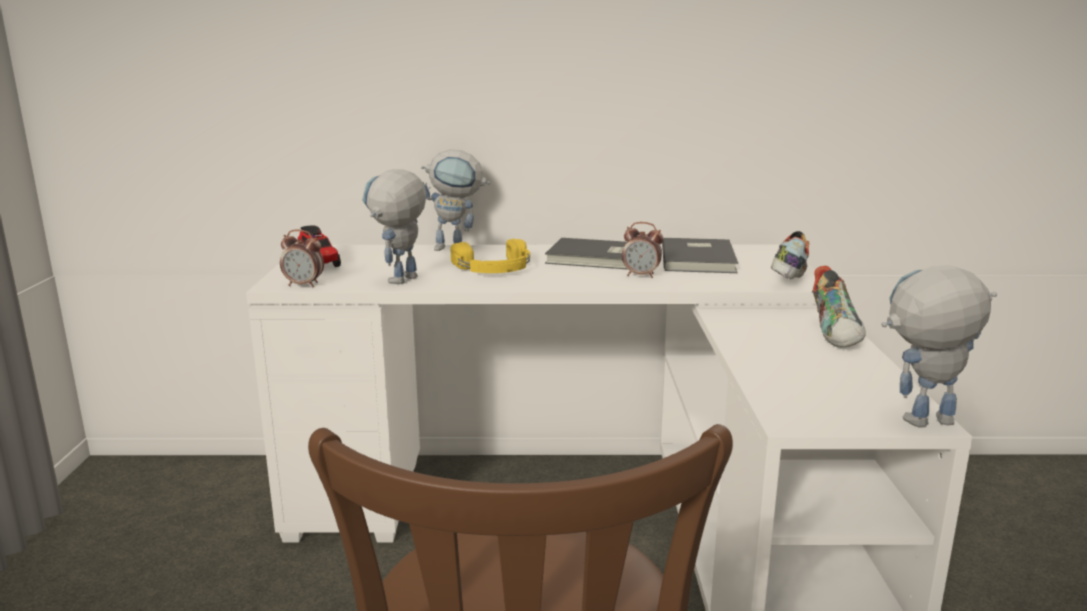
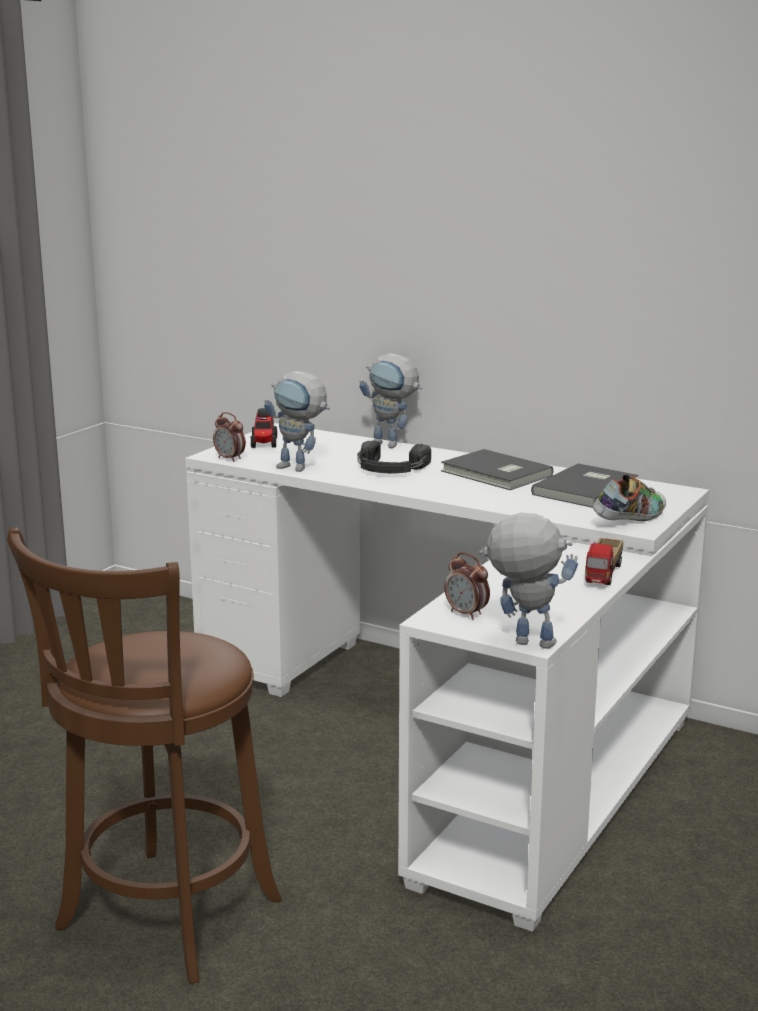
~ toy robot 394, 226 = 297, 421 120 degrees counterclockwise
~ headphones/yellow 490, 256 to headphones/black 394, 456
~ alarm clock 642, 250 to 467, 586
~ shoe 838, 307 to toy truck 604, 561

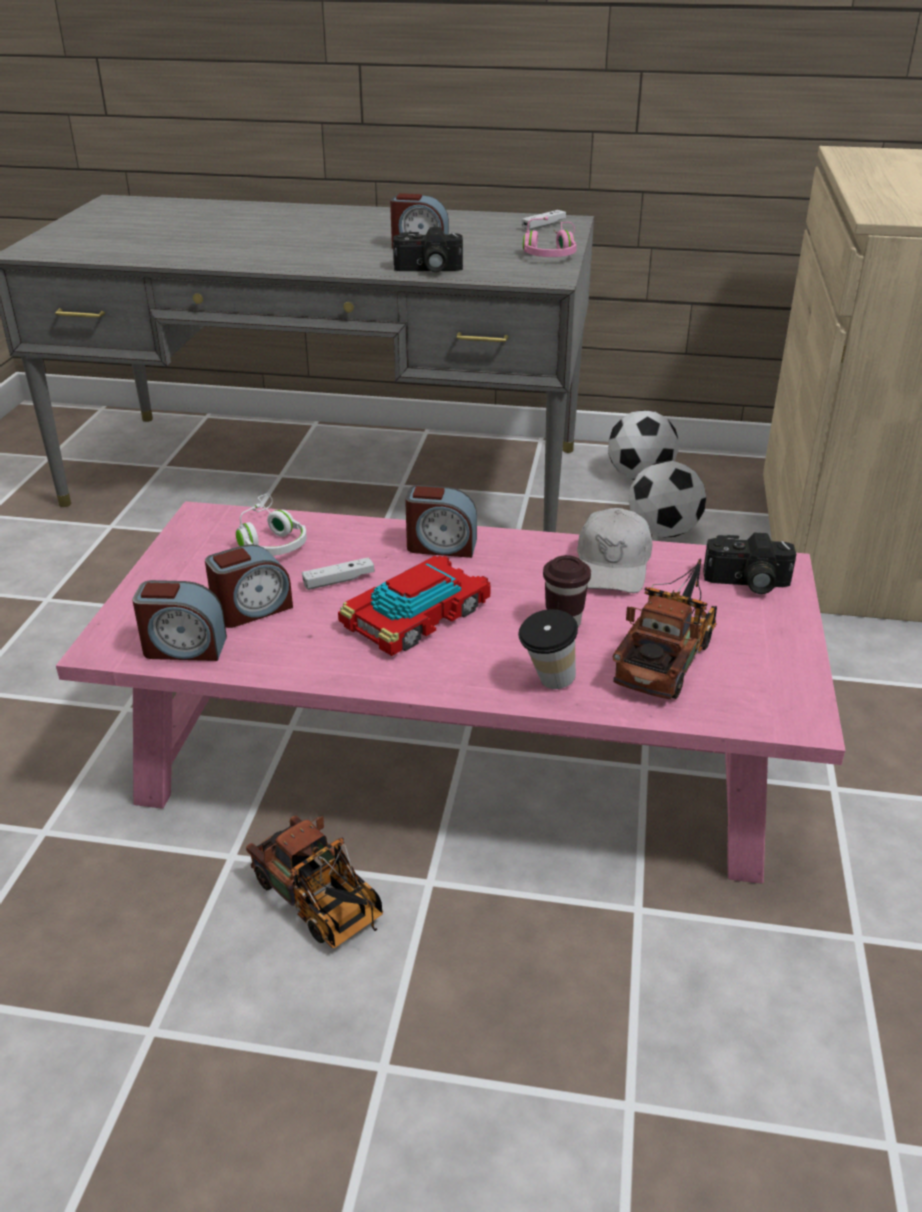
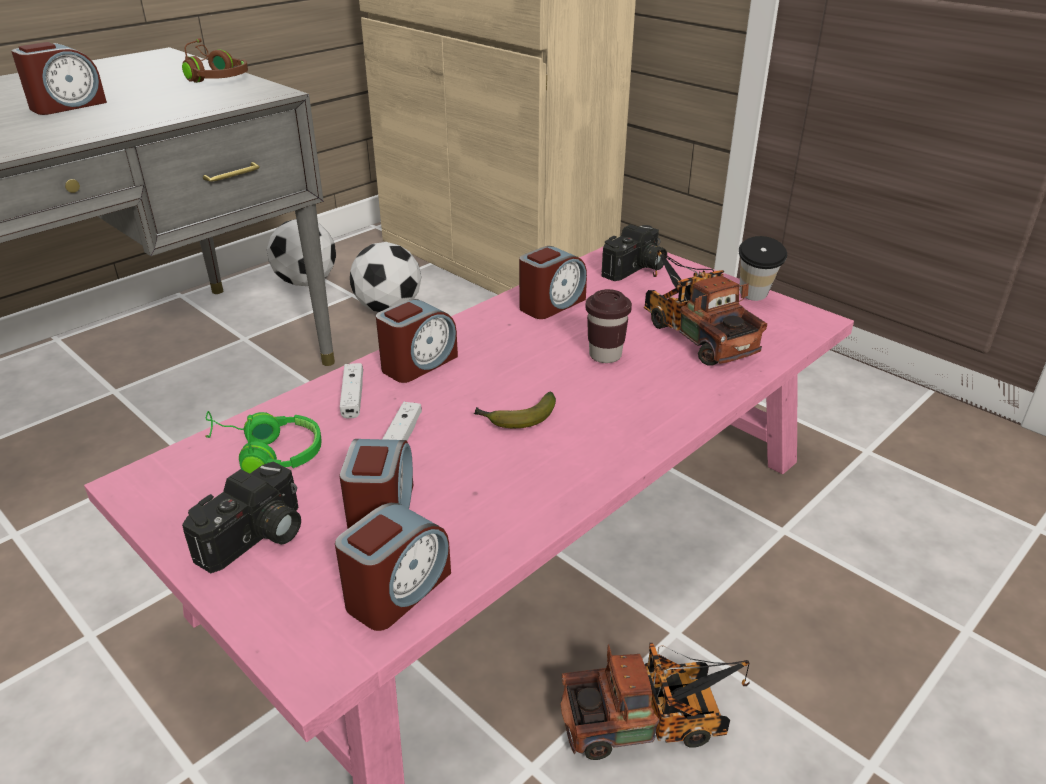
~ headphones/pink 550, 237 to headphones/brown 215, 60
~ photo camera 428, 250 to 241, 517
~ headphones/white 271, 525 to headphones/green 263, 442
~ game controller/white 544, 220 to 351, 390
~ toy car 414, 606 to banana 515, 410
~ cap/white 614, 550 to alarm clock 553, 282
~ cup 548, 649 to 763, 268

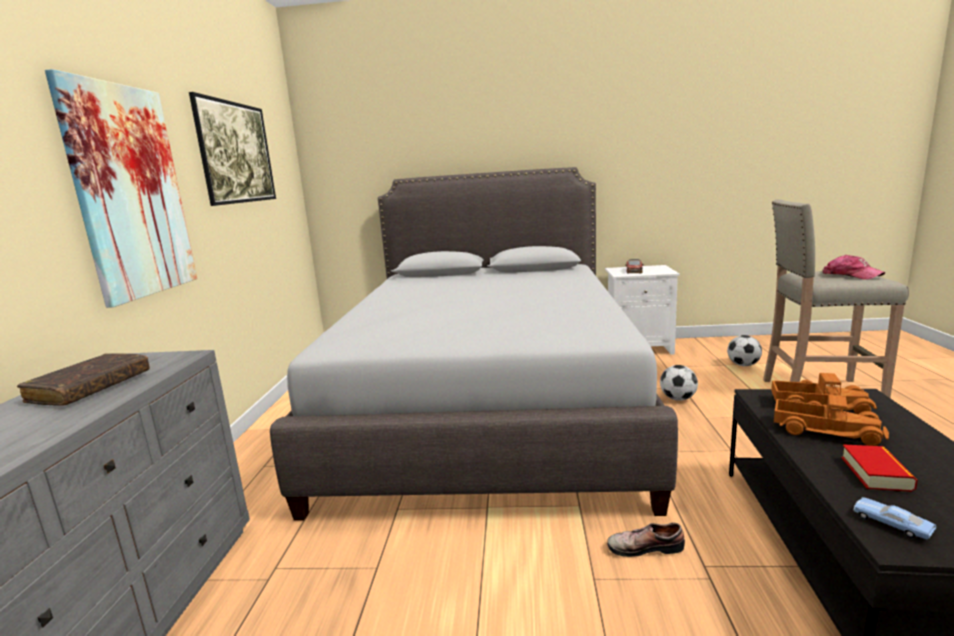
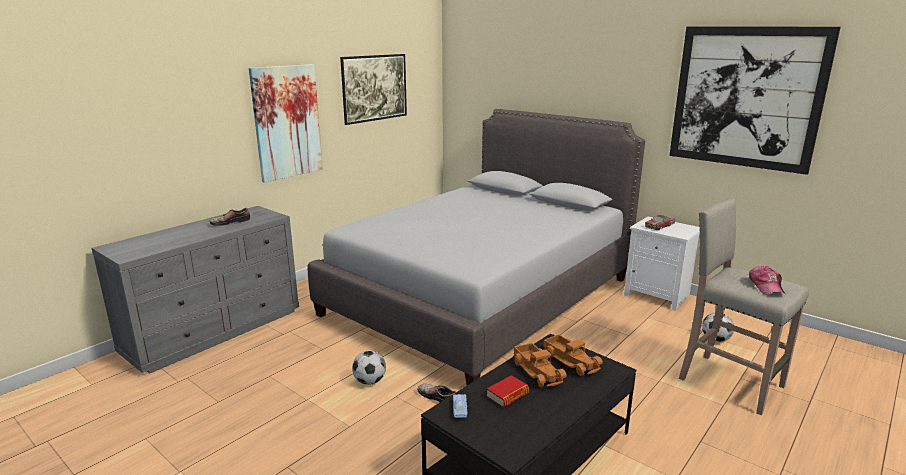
~ book/brown 83, 379 to shoe 230, 217
~ football 679, 383 to 369, 368
+ picture 755, 101

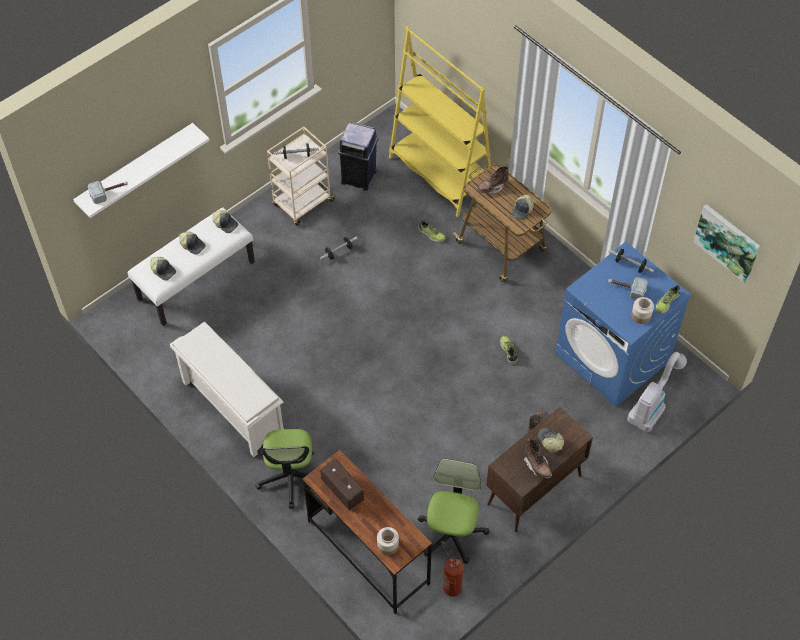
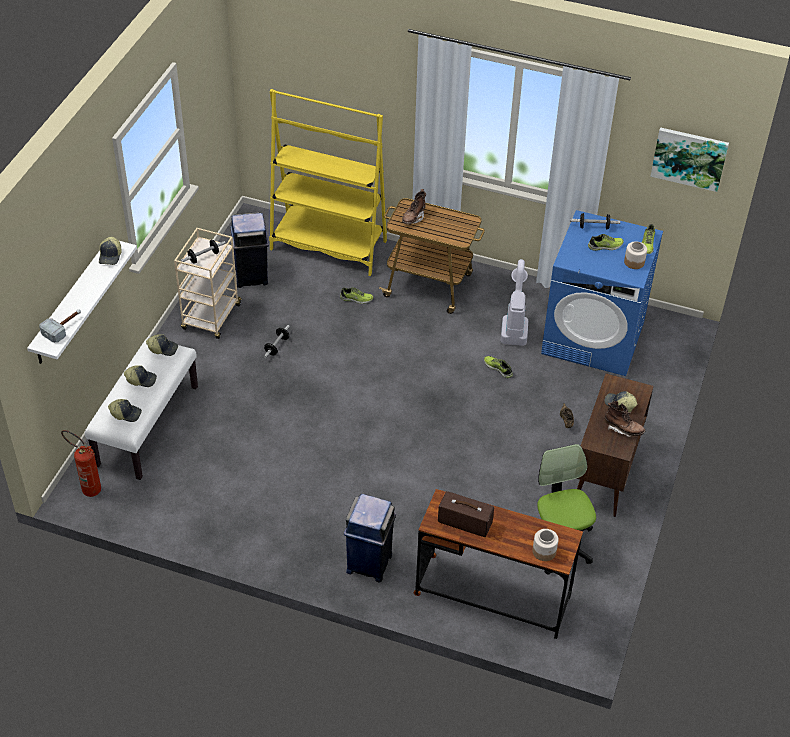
~ fire extinguisher 452, 569 to 81, 463
~ cap 522, 207 to 110, 251
~ office chair 284, 469 to trash can/blue 370, 538
~ vacuum cleaner 657, 392 to 514, 302
~ hammer 628, 288 to shoe 606, 242
- shoe rack/white 227, 389

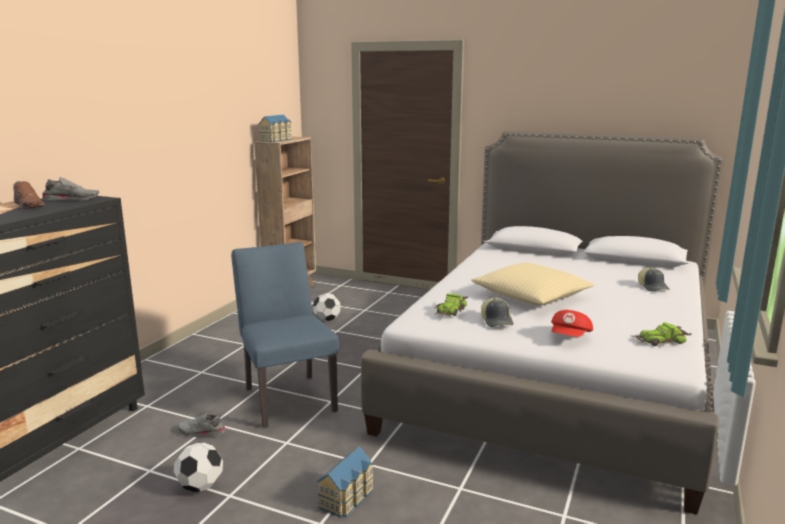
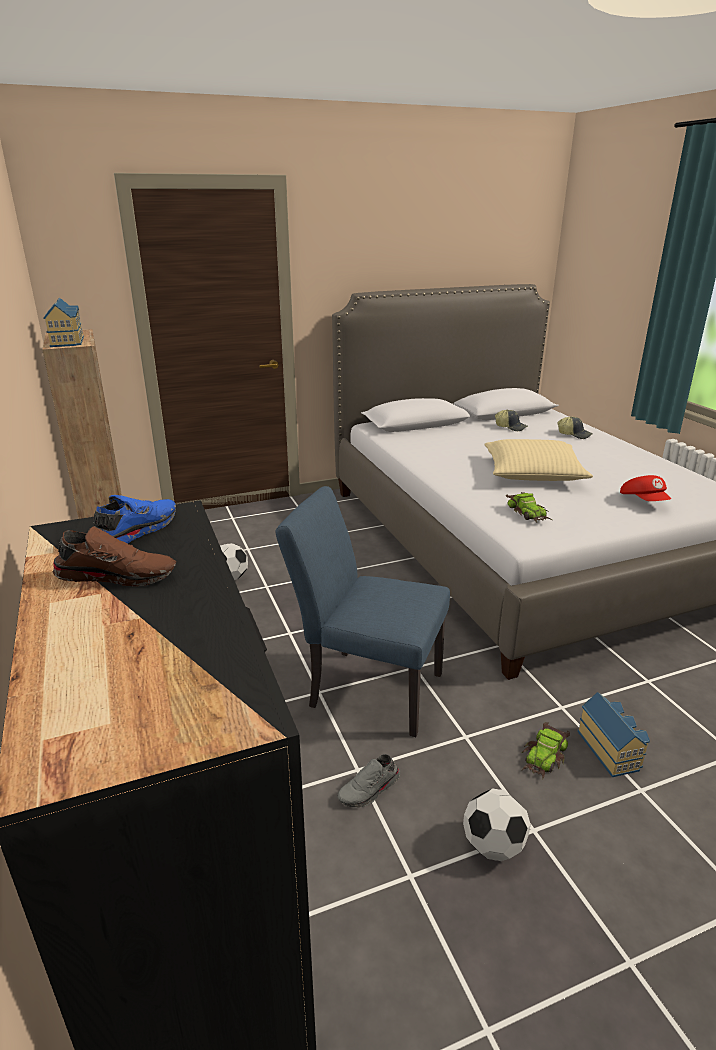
~ shoe/grey 70, 189 to shoe/blue 134, 519
~ cap 497, 312 to 511, 420
~ toy car 663, 334 to 546, 750

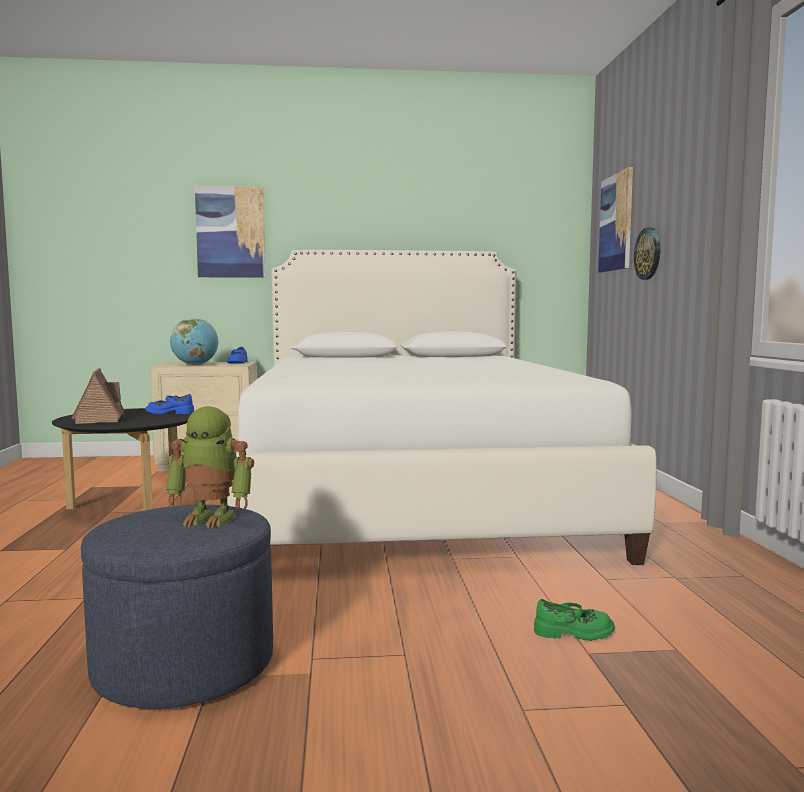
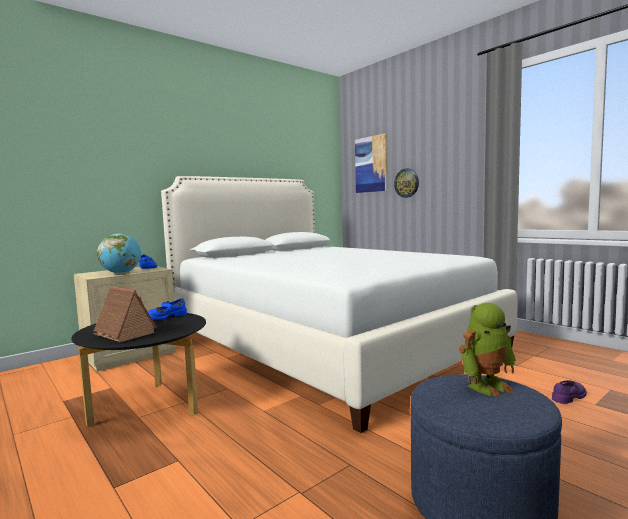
~ shoe/green 574, 620 to shoe/purple 569, 392
- picture 230, 232

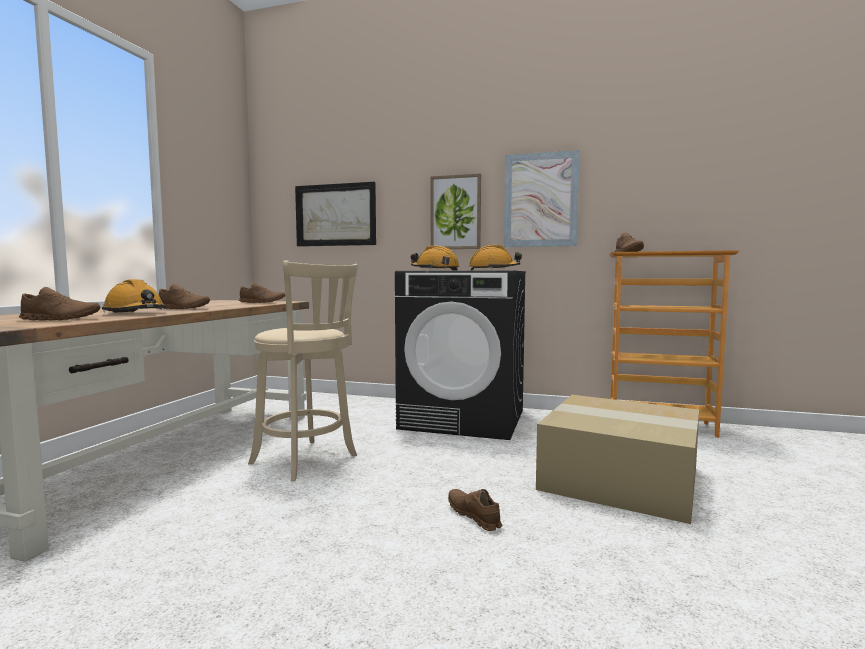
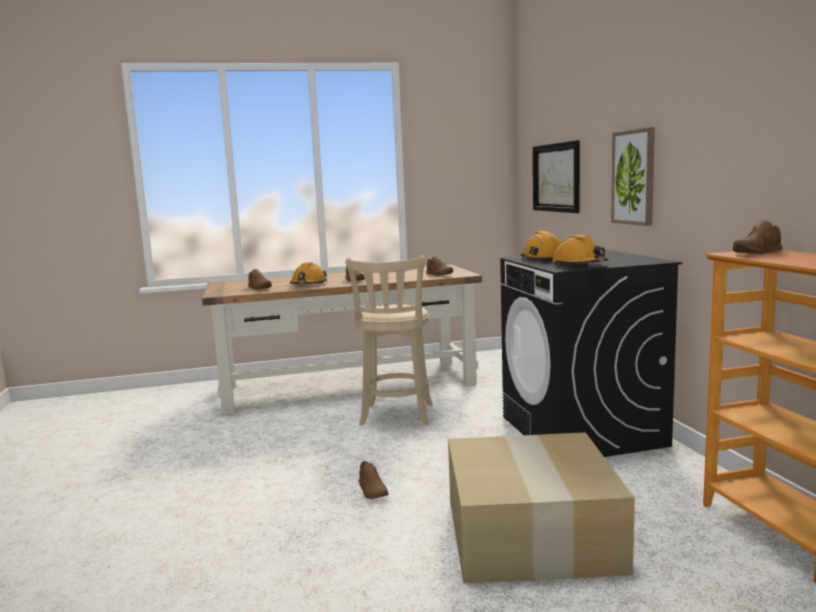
~ shoe/brown 475, 510 = 373, 480 135 degrees clockwise
- picture 542, 198

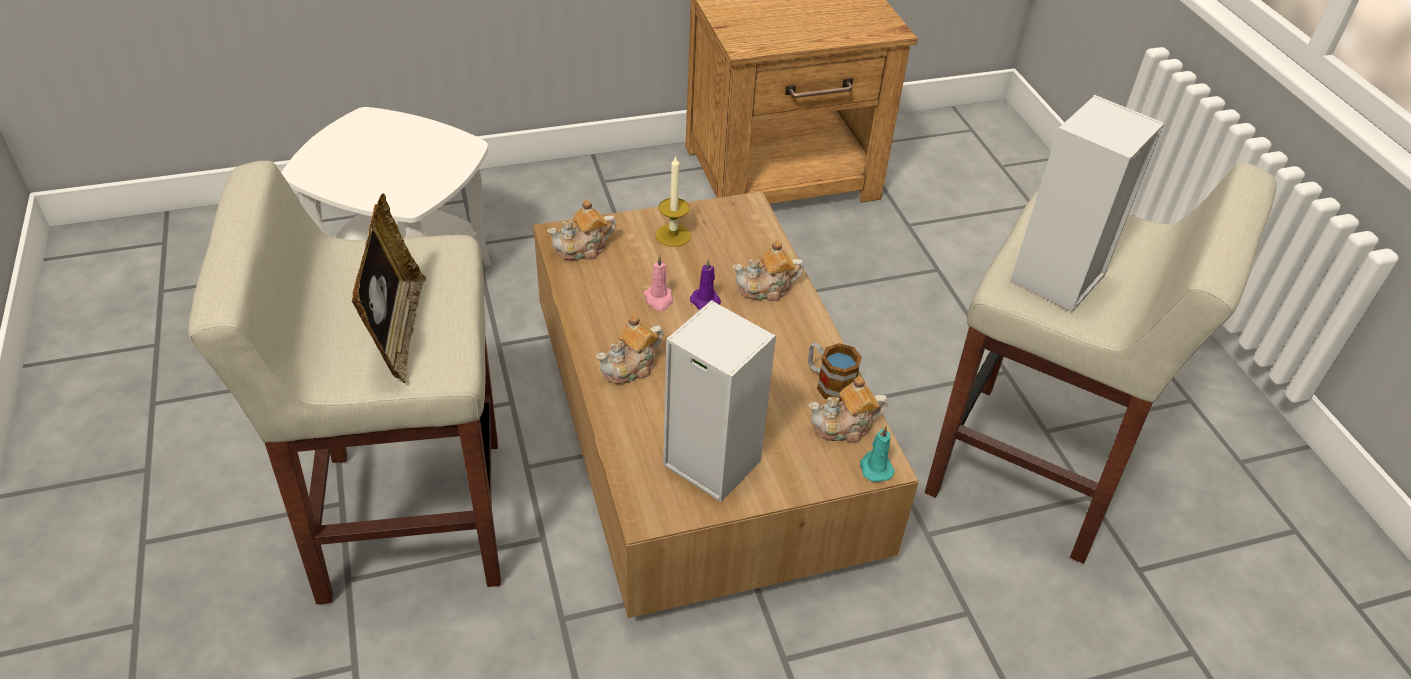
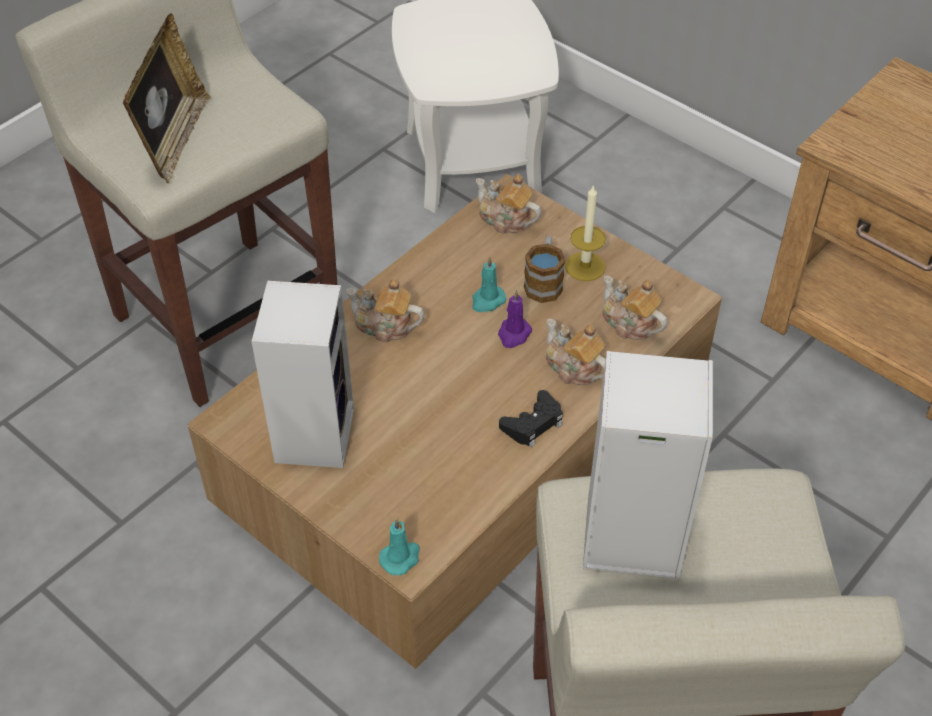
~ picture frame 389, 288 = 166, 98 45 degrees counterclockwise
~ candle/pink 658, 283 to candle/turquoise 489, 284
+ game controller/black 531, 418
~ mug 835, 373 to 544, 269
~ teapot 848, 409 to 635, 308

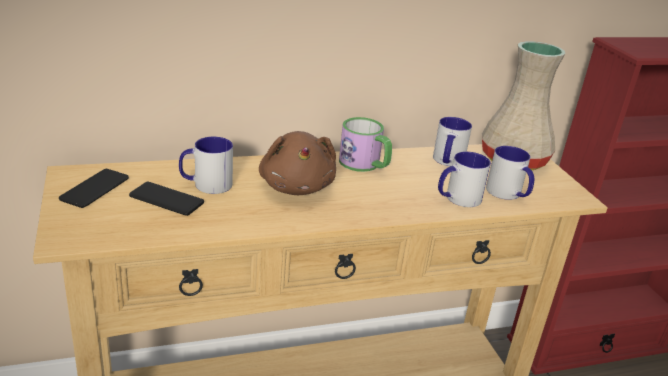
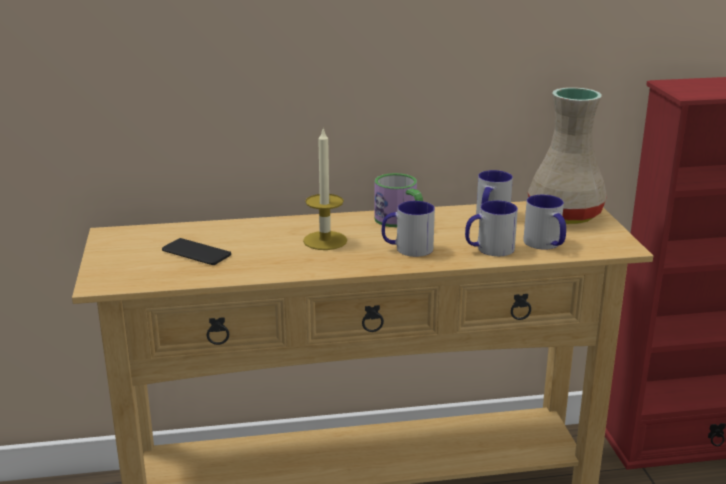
~ plush toy/brown 297, 163 to candle 325, 189
~ mug 206, 165 to 408, 229
- phone 94, 188

